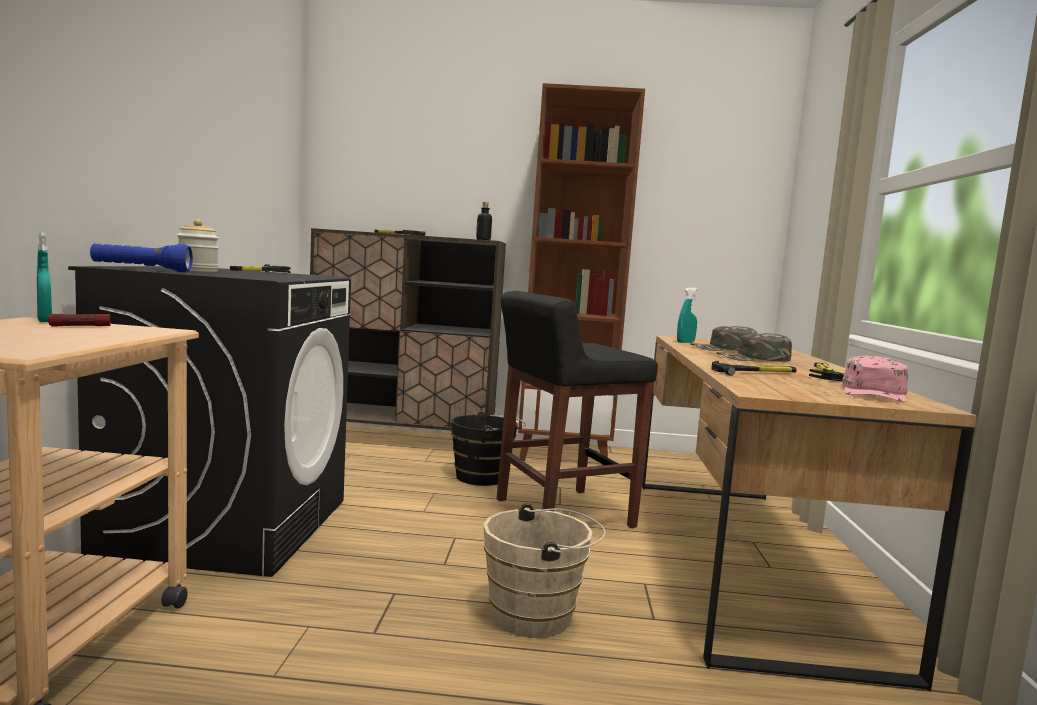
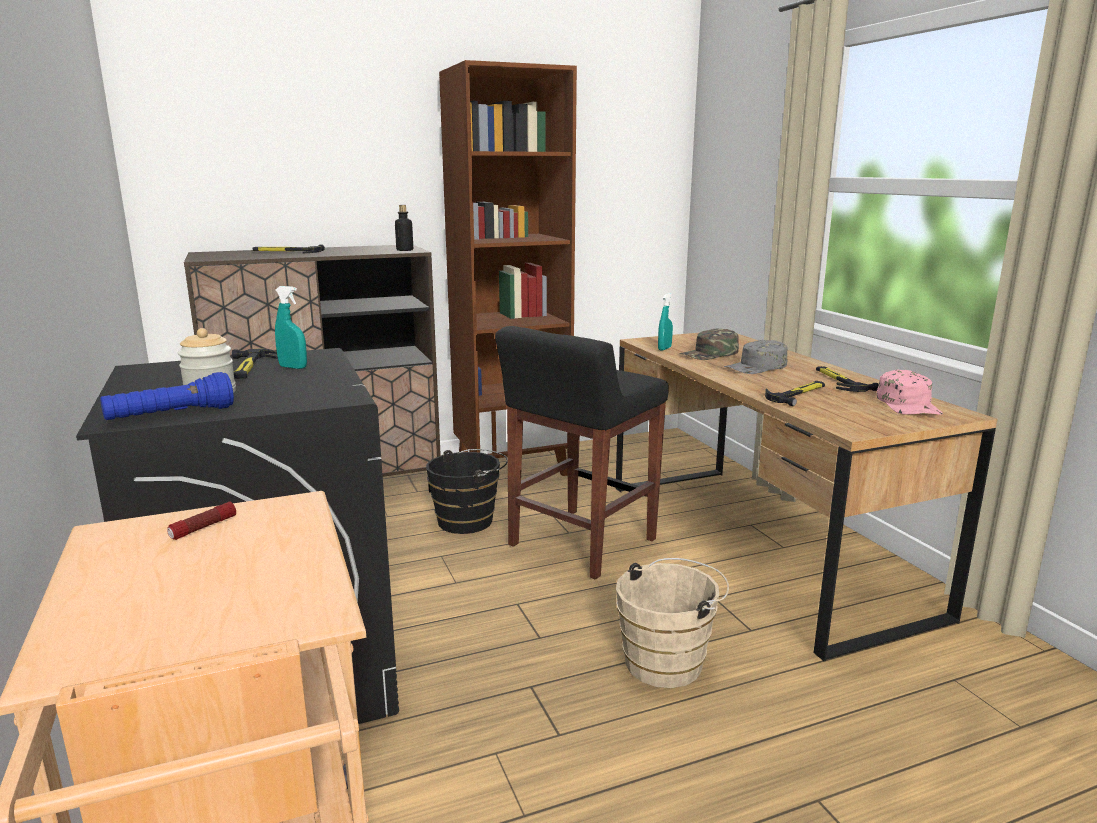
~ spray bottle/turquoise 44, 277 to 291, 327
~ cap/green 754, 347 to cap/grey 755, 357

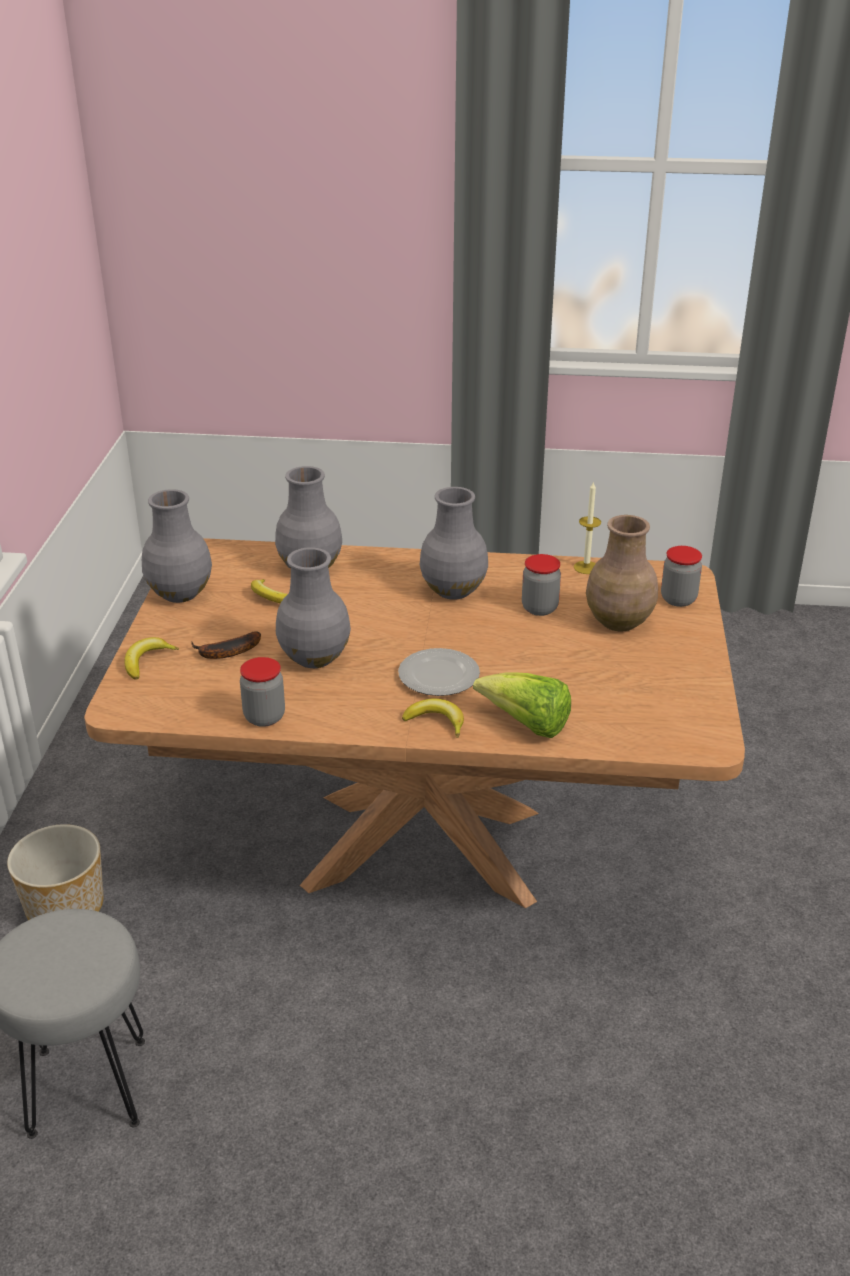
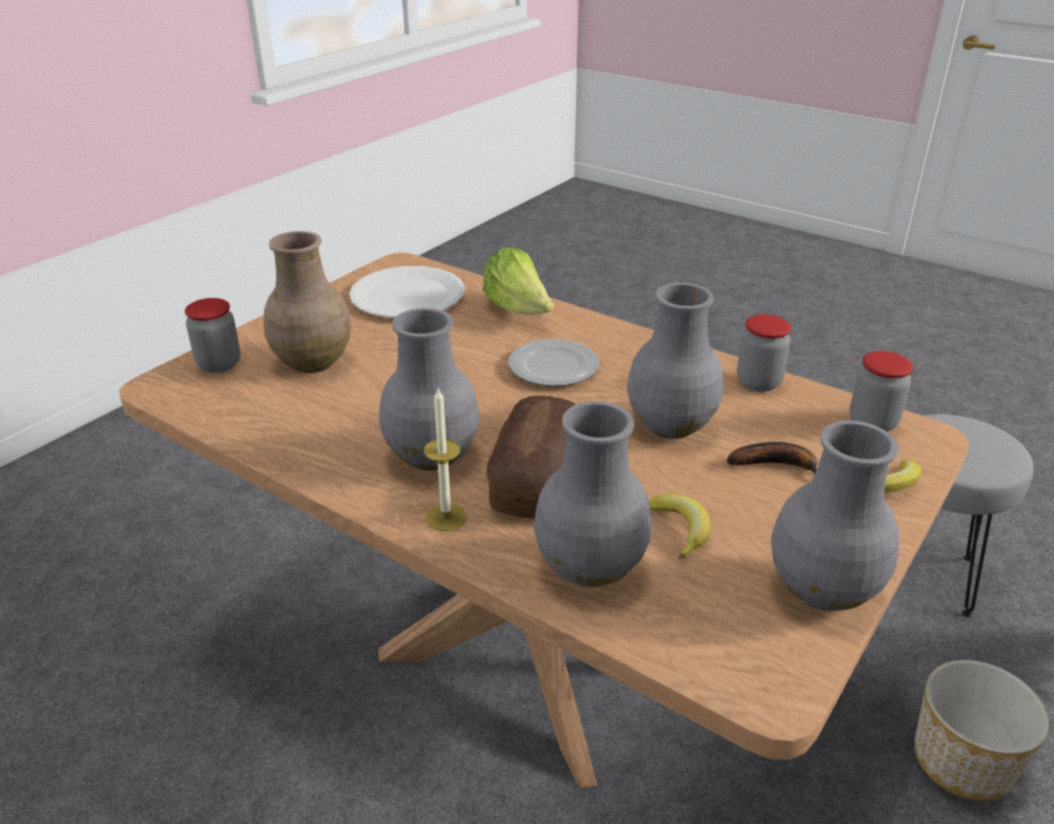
+ plate/white 407, 292
~ candle 587, 527 to 445, 459
+ bread 531, 457
~ jar 541, 585 to 881, 391
- banana 433, 718

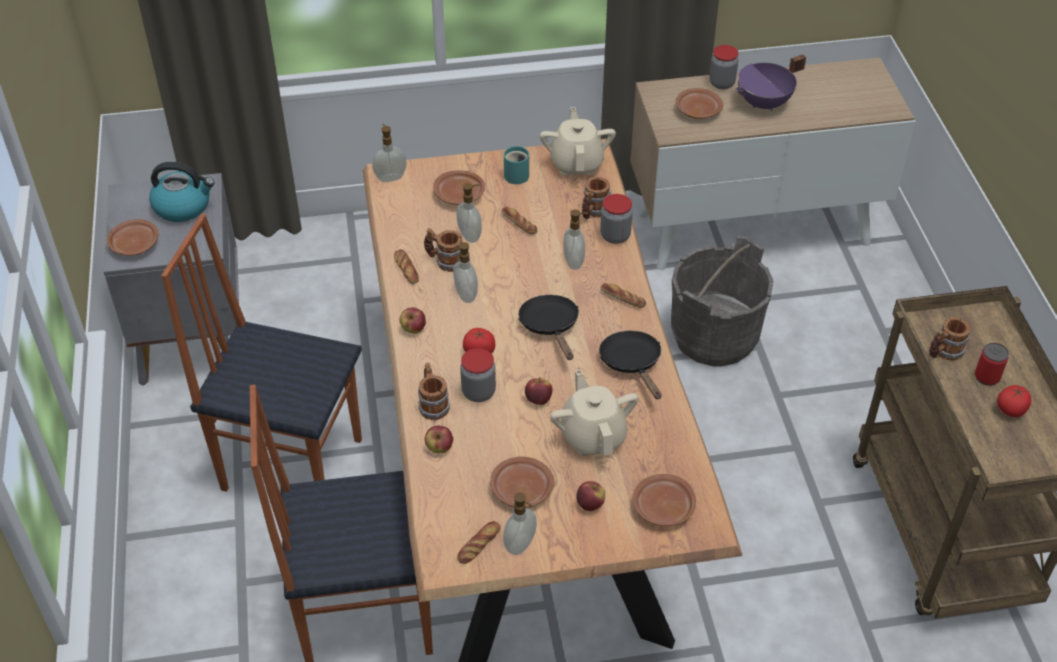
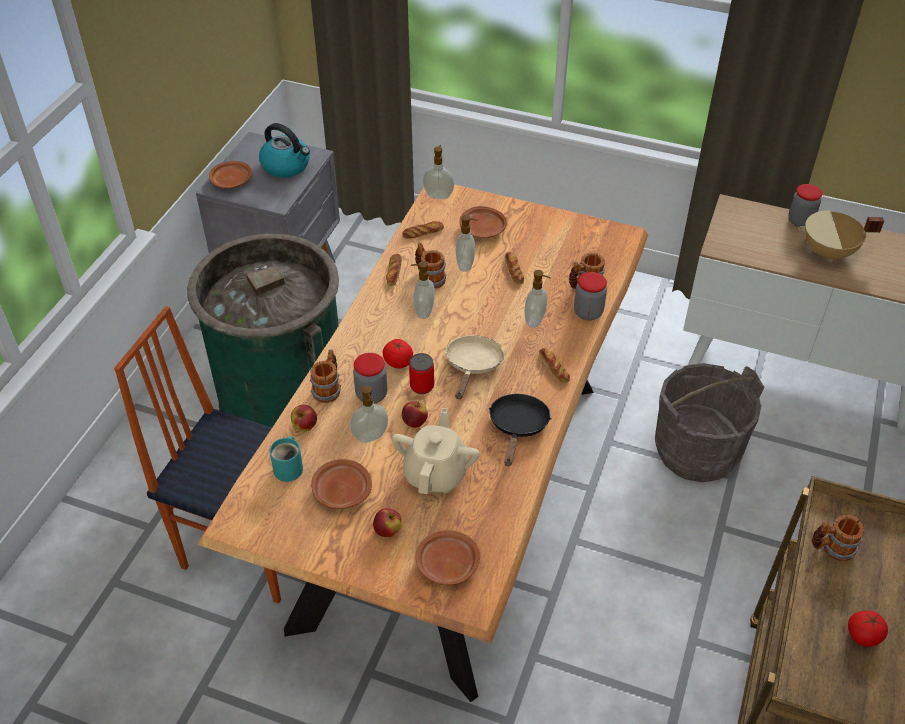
~ chair 261, 353 to trash can/green 263, 330
~ mug/turquoise 516, 165 to 286, 459
~ soap dispenser 520, 523 to 369, 414
~ bread 479, 542 to 423, 230
~ can 992, 364 to 421, 373
~ frying pan/black 549, 327 to frying pan/beige 475, 367
~ cooking pot/purple 771, 82 to cooking pot/beige 841, 236
- apple 413, 320
- teapot/beige 578, 141
- plate/brown 699, 103

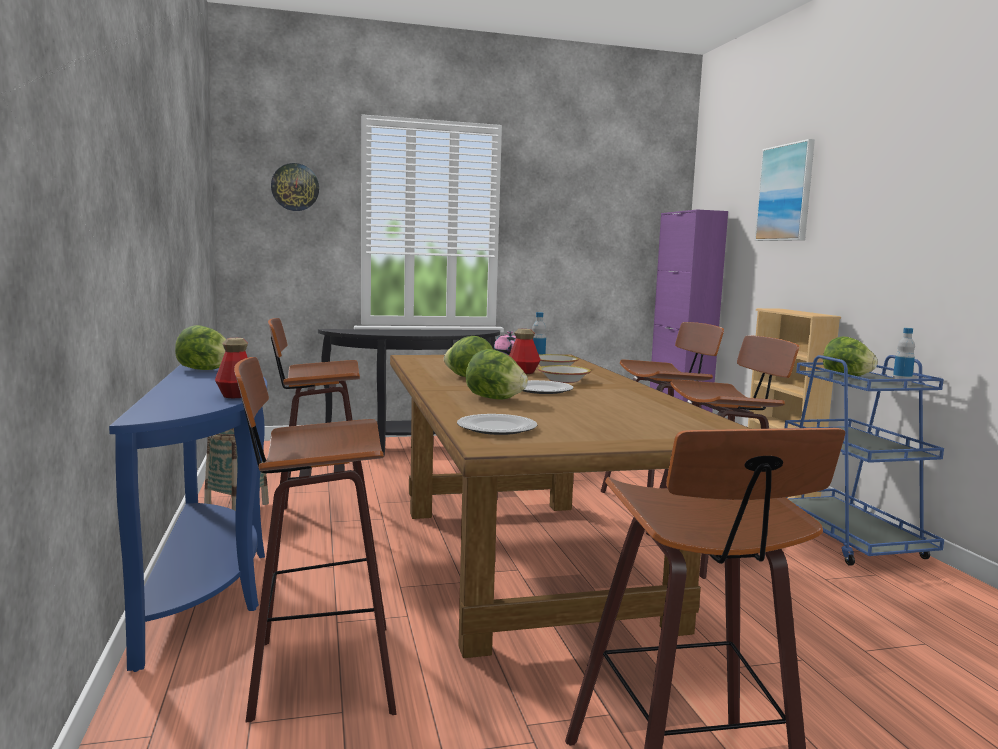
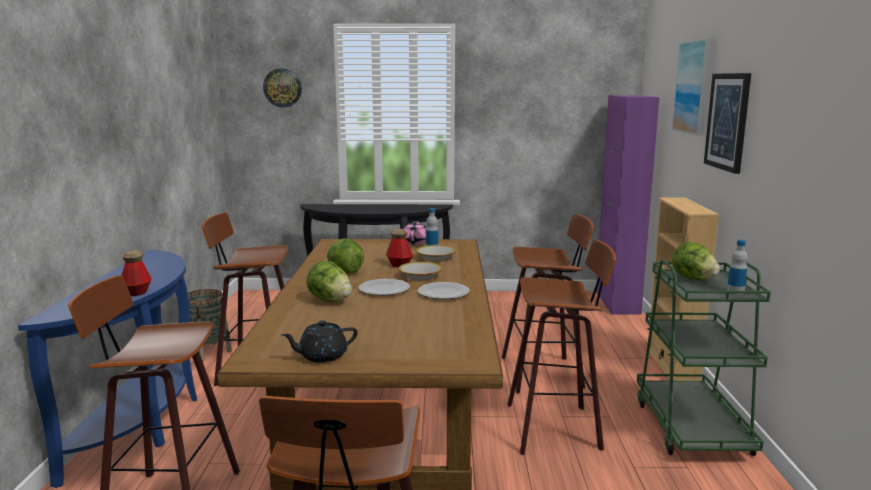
+ teapot/black 319, 342
~ plate 497, 424 to 444, 290
~ cart/blue 864, 460 to cart/green 704, 358
+ picture 727, 123
- lettuce 200, 347

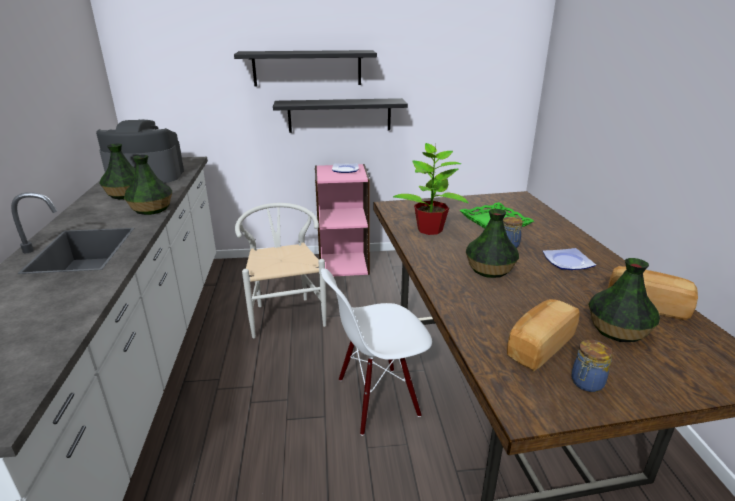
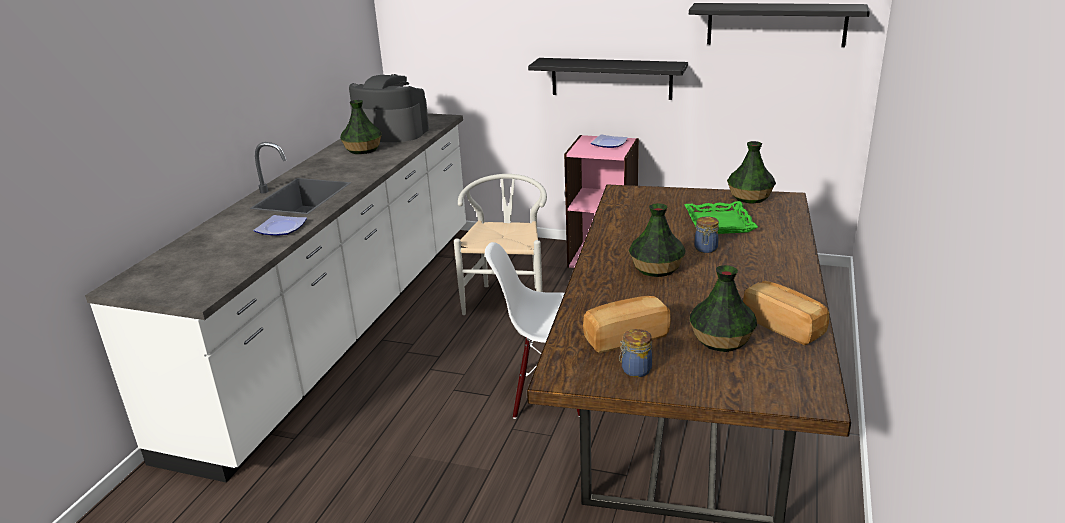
~ plate 569, 259 to 280, 225
~ shelf/black 305, 68 to 779, 25
~ vase 148, 185 to 751, 172
- potted plant 431, 189

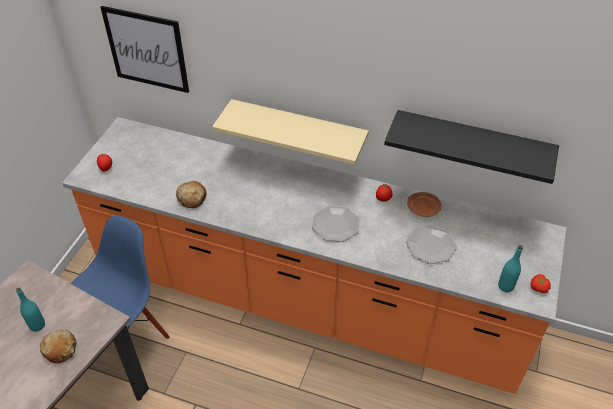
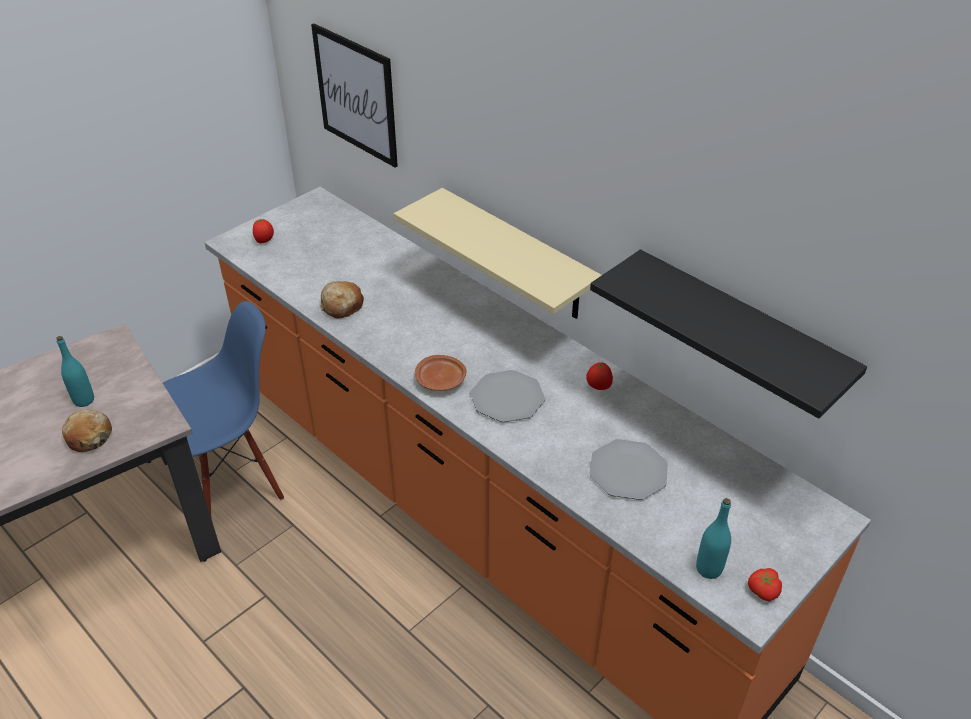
~ plate/brown 424, 204 to 441, 373

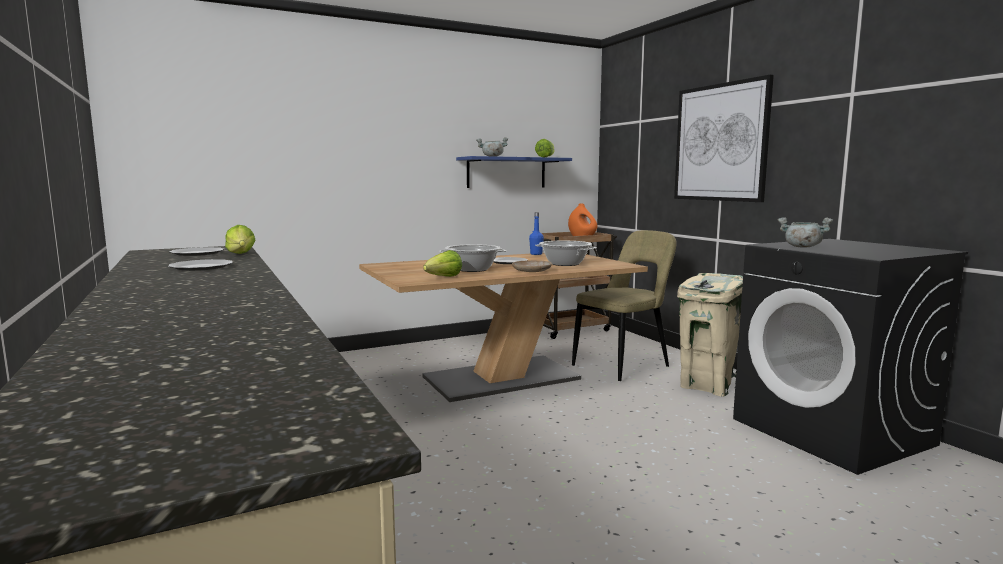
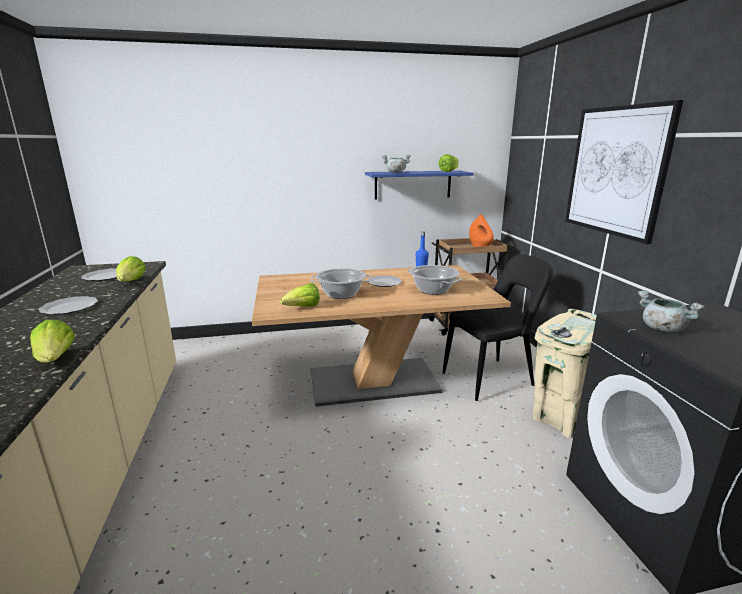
+ lettuce 52, 341
~ chair/beige 624, 305 to chair/black 497, 327
- plate/beige 532, 266

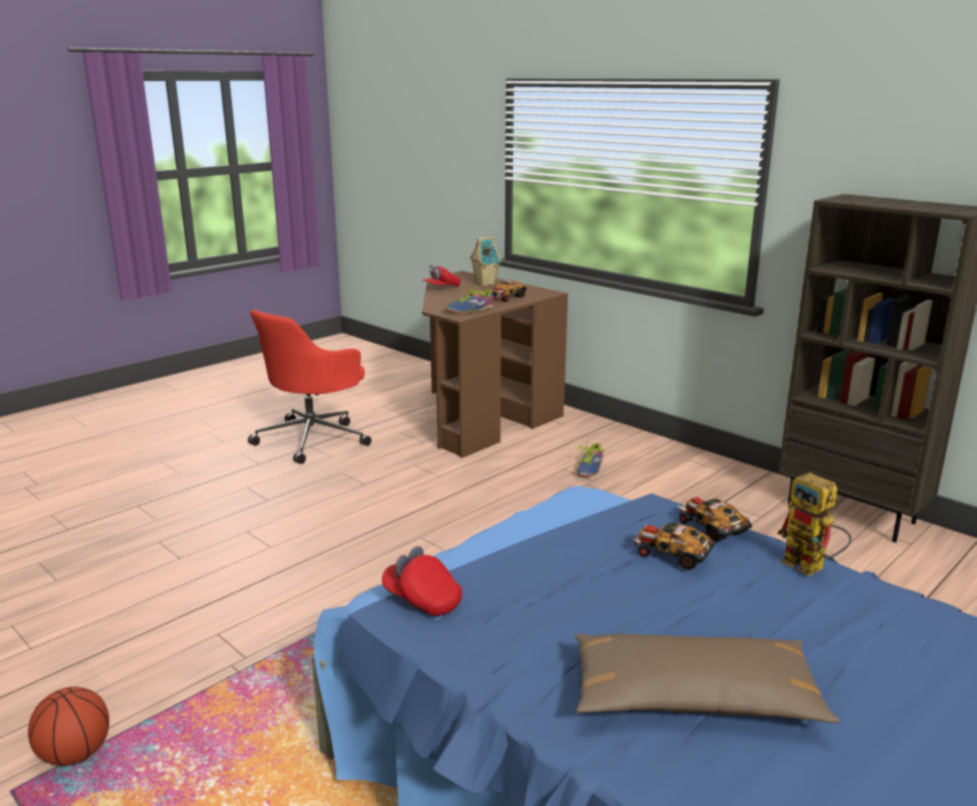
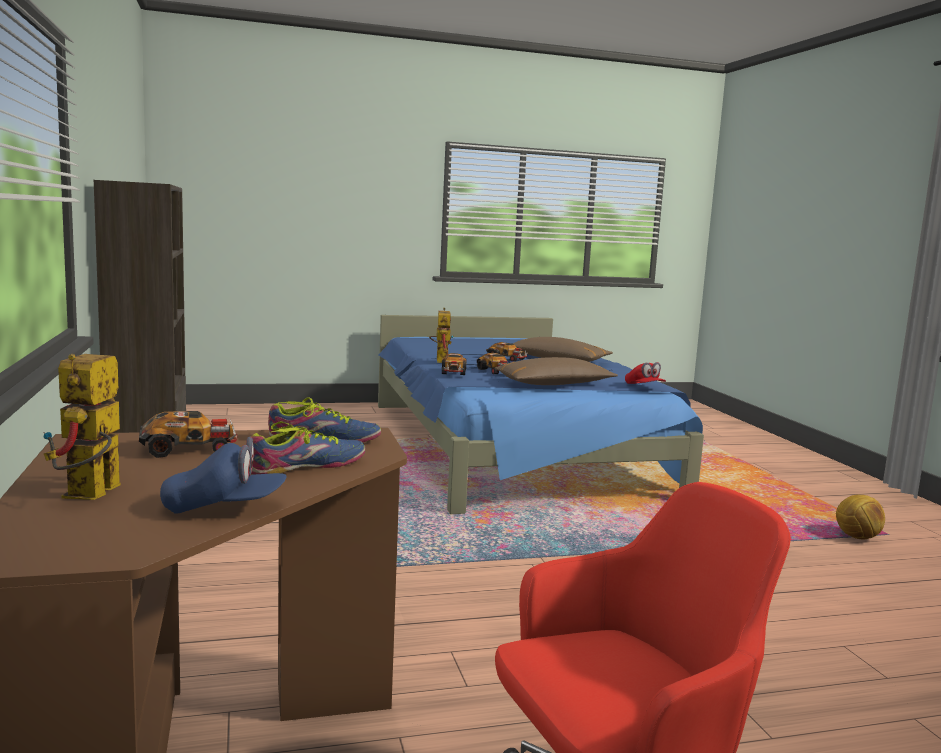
~ toy house 486, 261 to toy robot 81, 427
~ cap/red 442, 276 to cap/blue 223, 475
~ shoe 590, 458 to 308, 448
+ toy car 506, 352
+ pillow/brown 556, 371
~ basketball 68, 726 to football 860, 517

